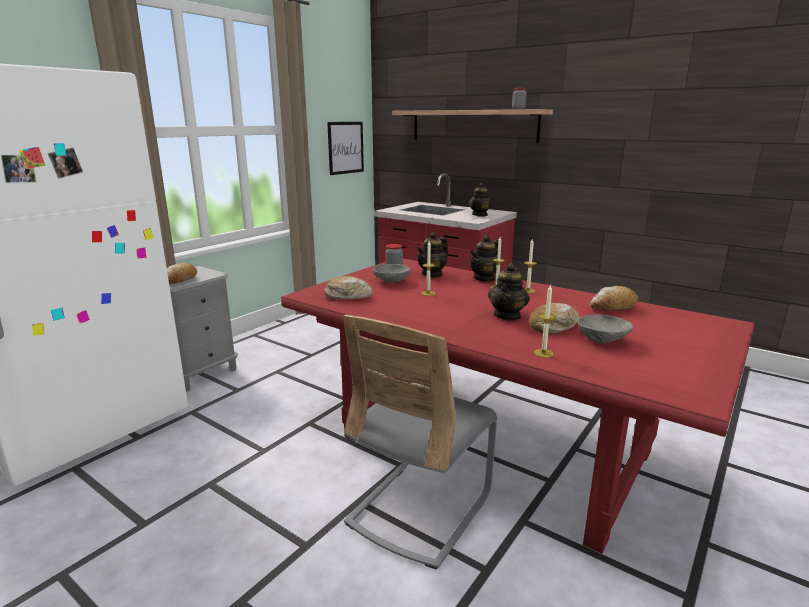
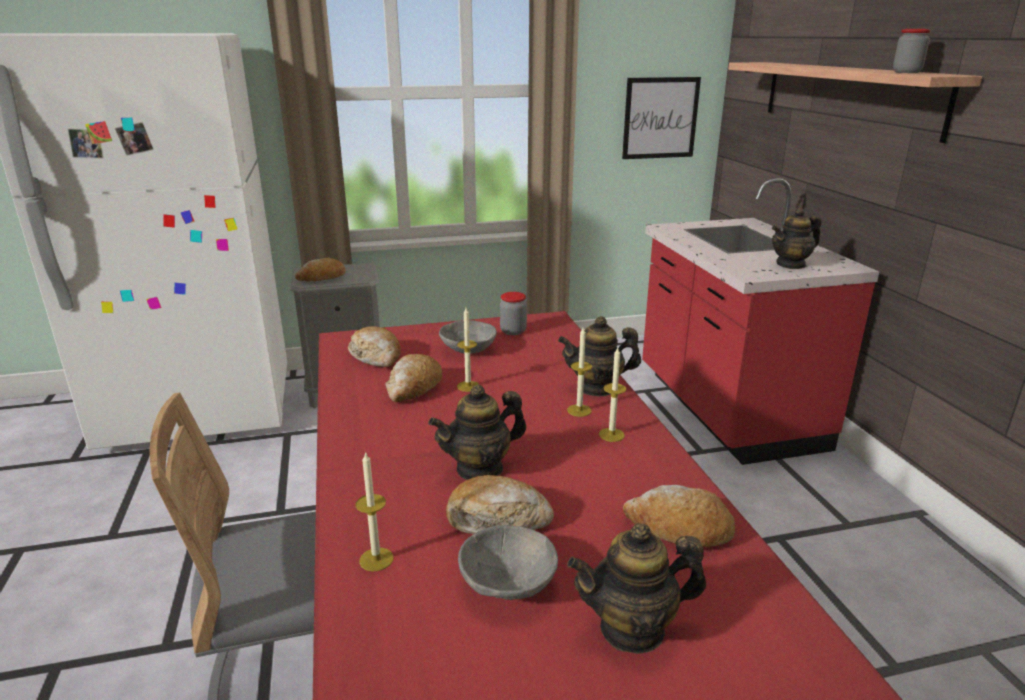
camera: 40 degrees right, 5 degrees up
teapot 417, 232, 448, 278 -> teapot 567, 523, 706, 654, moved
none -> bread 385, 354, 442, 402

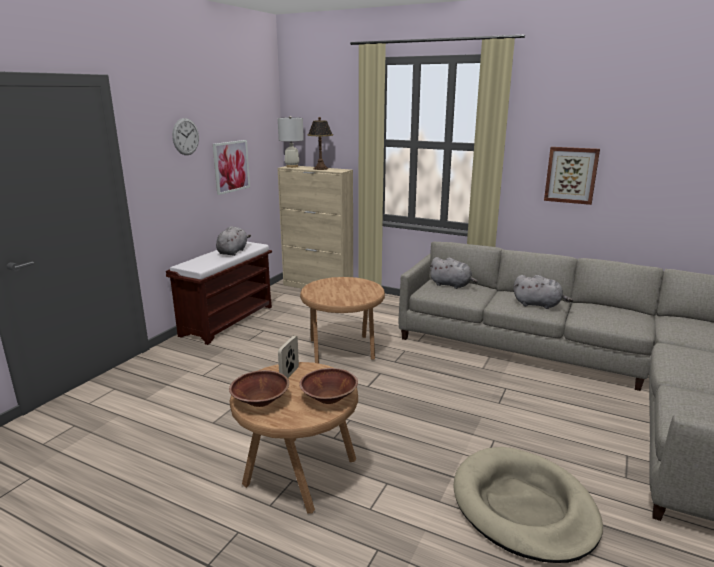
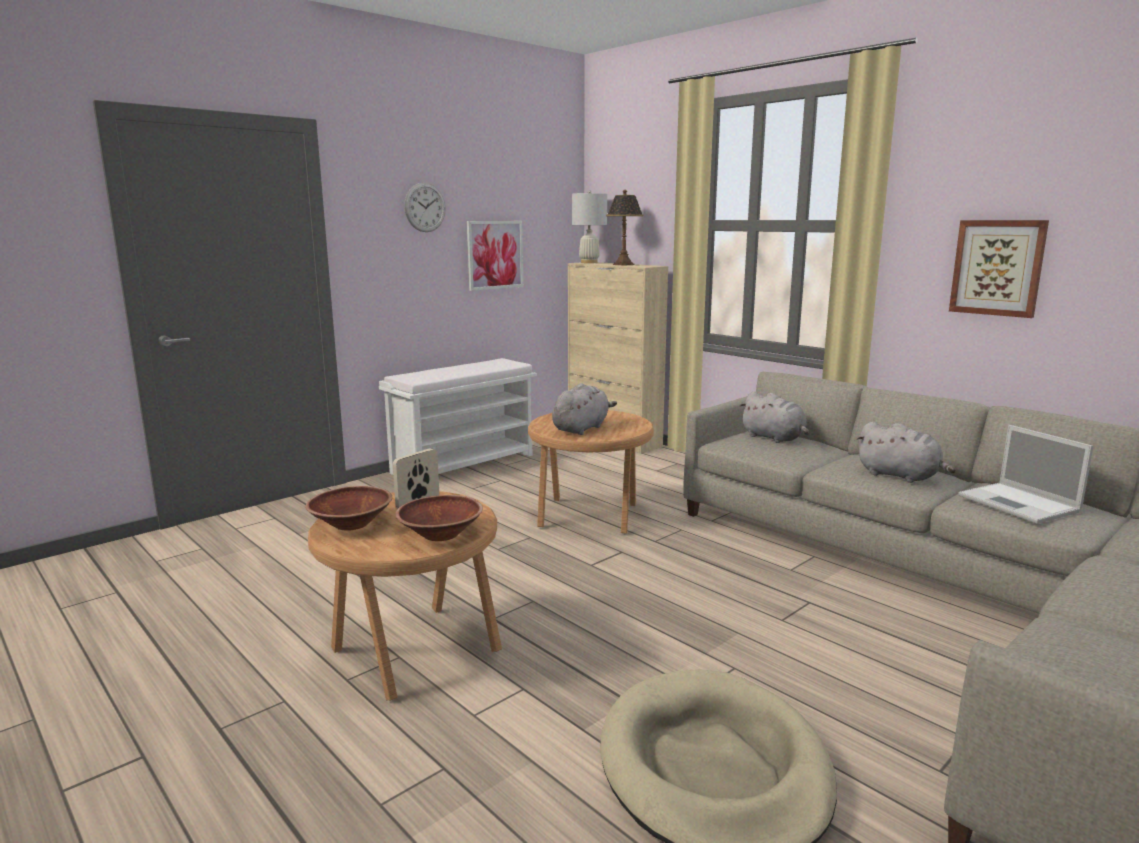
camera: 20 degrees right, 5 degrees down
indoor bench (brown-coloured) 166, 242, 272, 345 -> indoor bench (white-coloured) 379, 358, 537, 475
plush toy (grey) 216, 226, 251, 256 -> plush toy (grey) 552, 383, 617, 435, moved
none -> portable computer 958, 425, 1094, 524

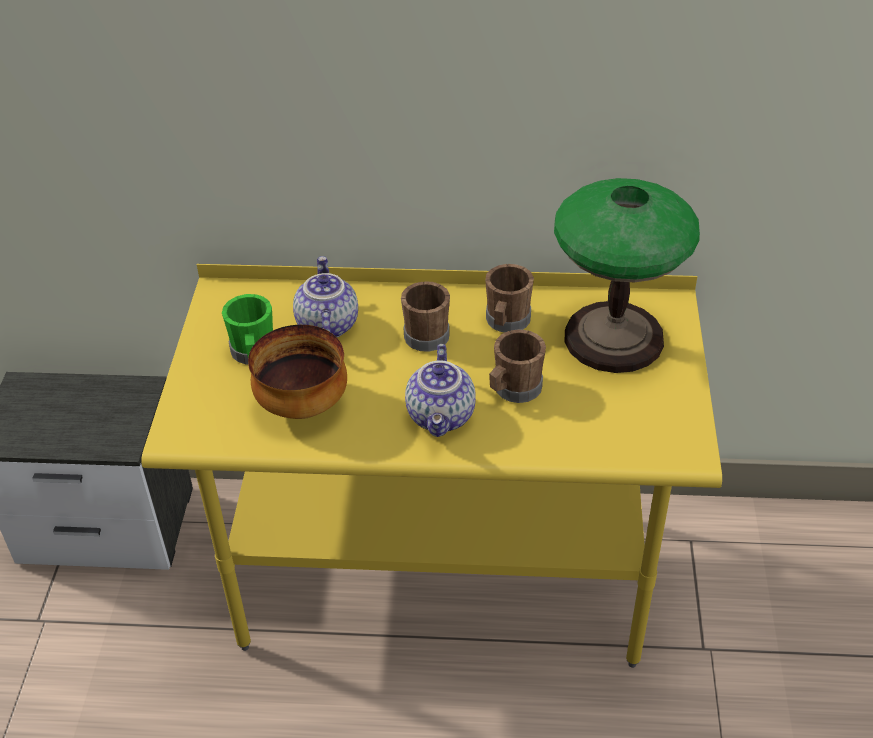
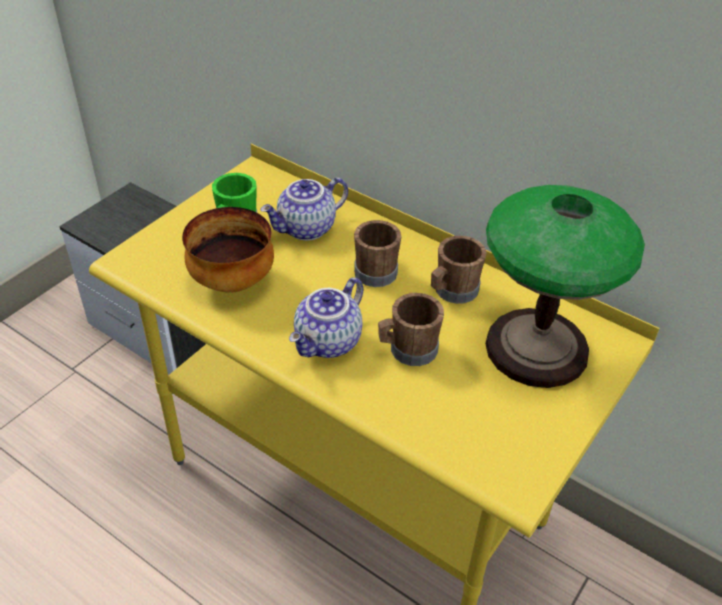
camera: 30 degrees right, 0 degrees up
teapot 293, 256, 358, 337 -> teapot 260, 177, 348, 241, 150 degrees counterclockwise

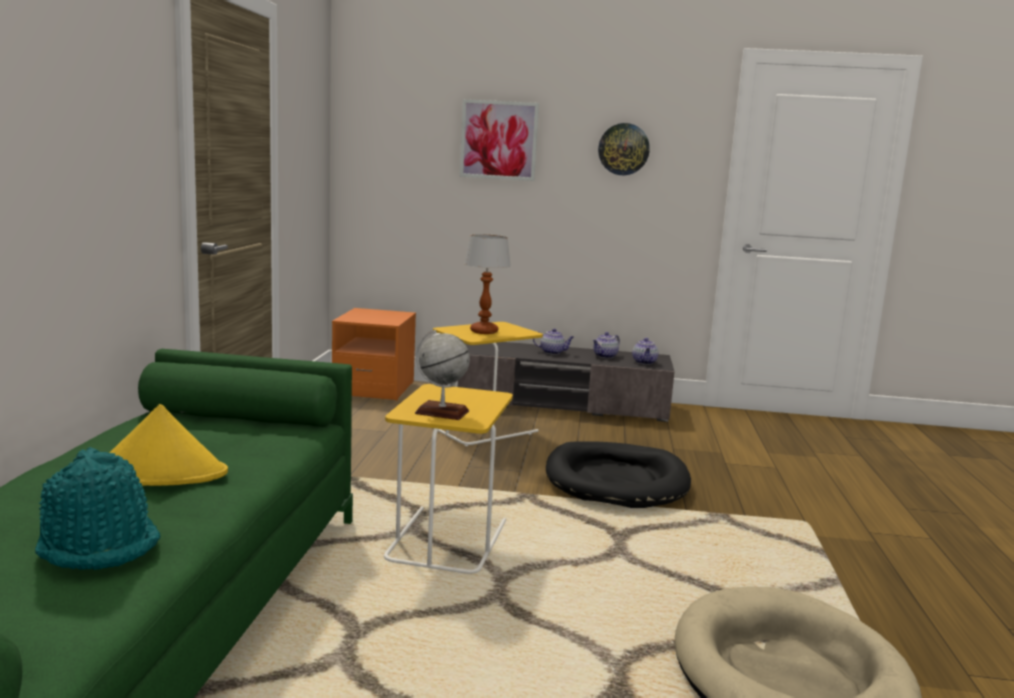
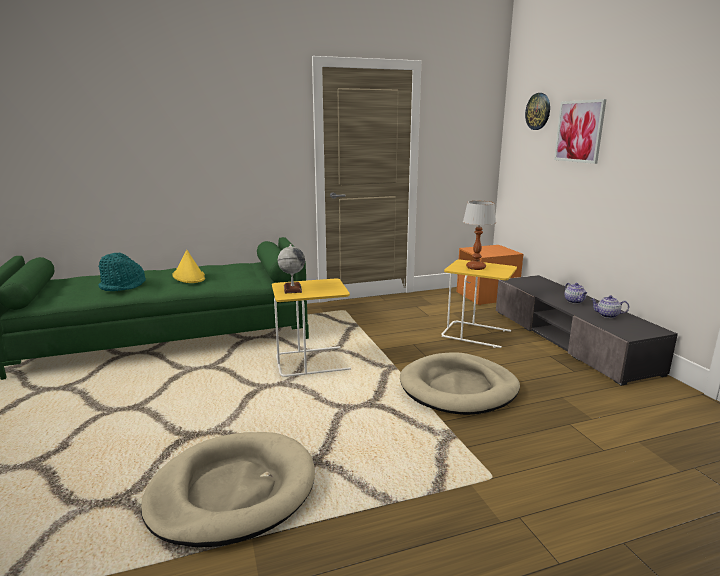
camera: 65 degrees right, 5 degrees up
dog bed (black) 546, 441, 691, 508 -> dog bed (sand-coloured) 400, 352, 520, 415
hanging clock 598, 123, 650, 175 -> hanging clock 525, 93, 550, 130, moved
teapot 632, 338, 659, 365 -> none

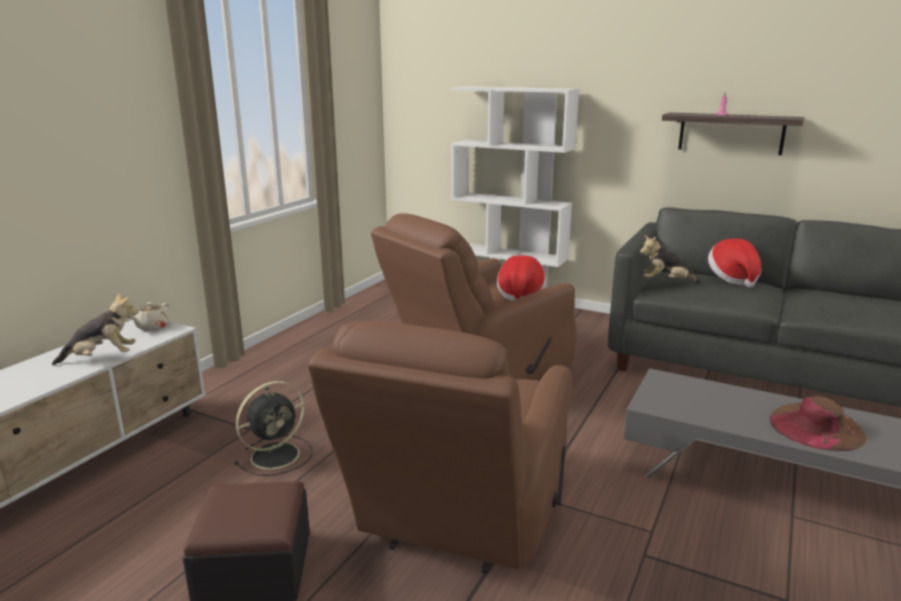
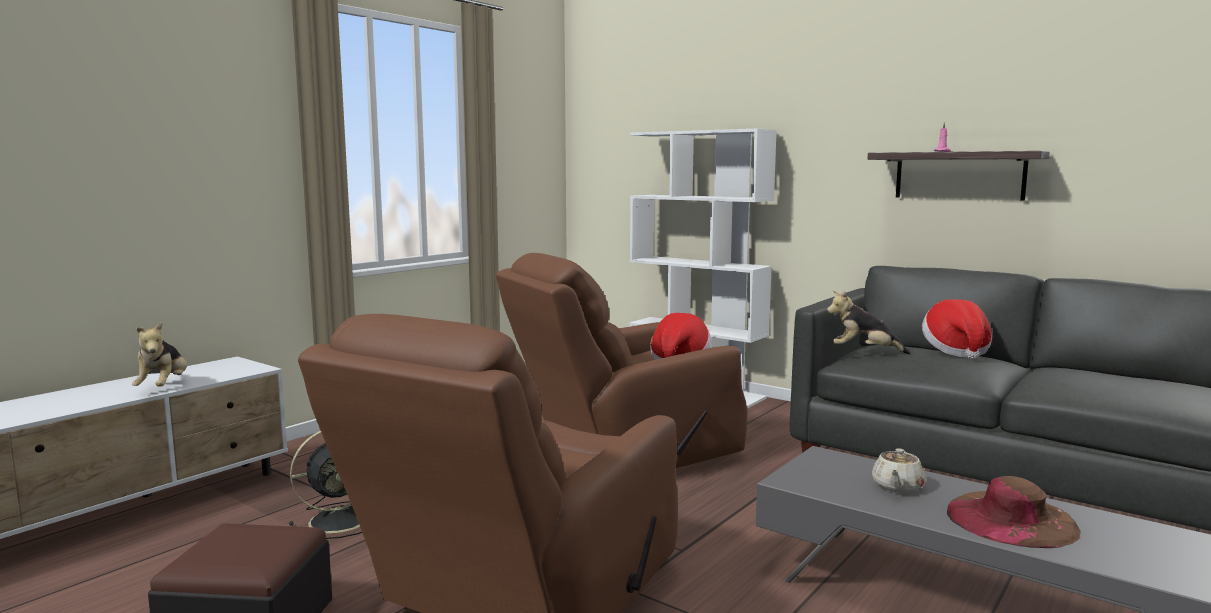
camera: 10 degrees right, 10 degrees down
plush toy 52, 292, 139, 365 -> plush toy 132, 322, 187, 386, 90 degrees clockwise
teapot (sand-coloured) 131, 302, 170, 331 -> teapot (sand-coloured) 872, 448, 925, 493, moved

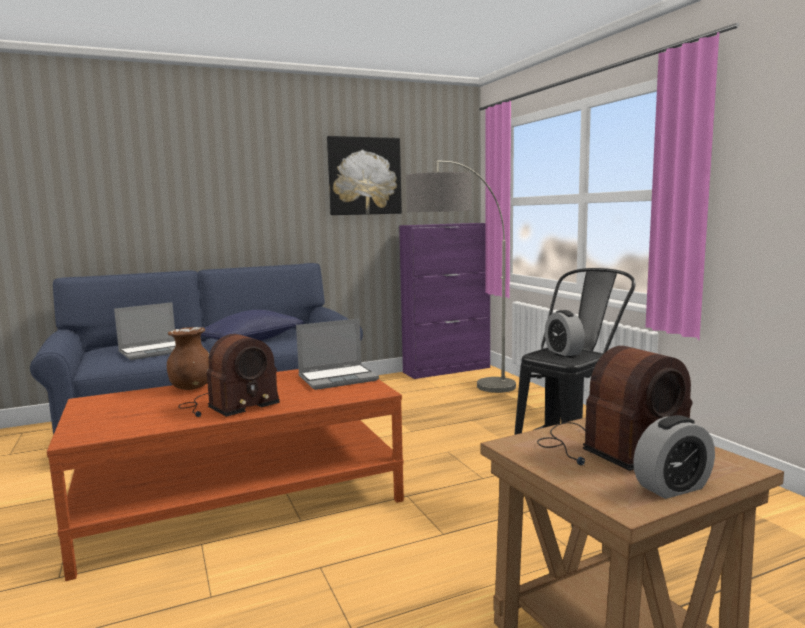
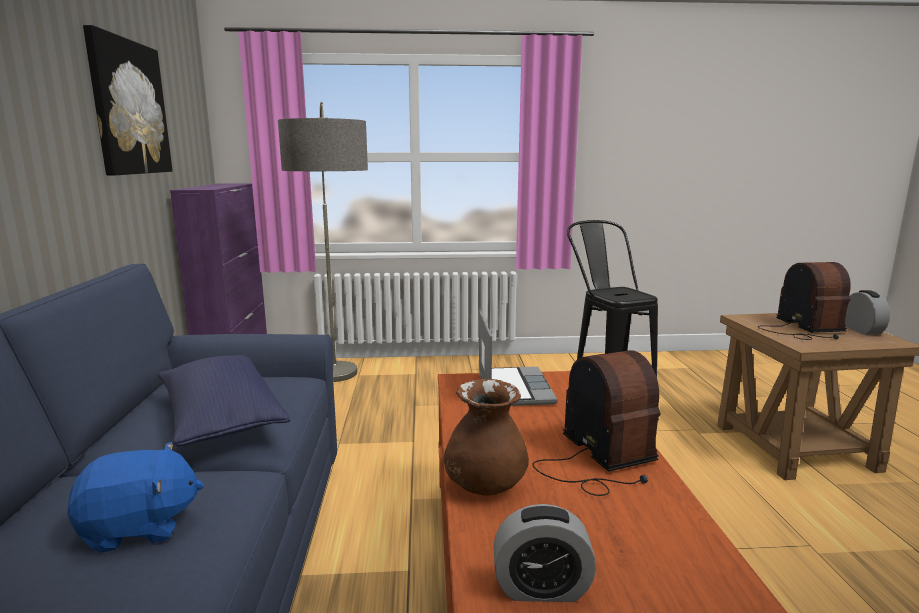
camera: 70 degrees left, 5 degrees up
portable computer 114, 302, 176, 360 -> plush toy (blue-coloured) 67, 442, 204, 553
bedside clock 545, 310, 585, 356 -> bedside clock 494, 504, 596, 602, moved

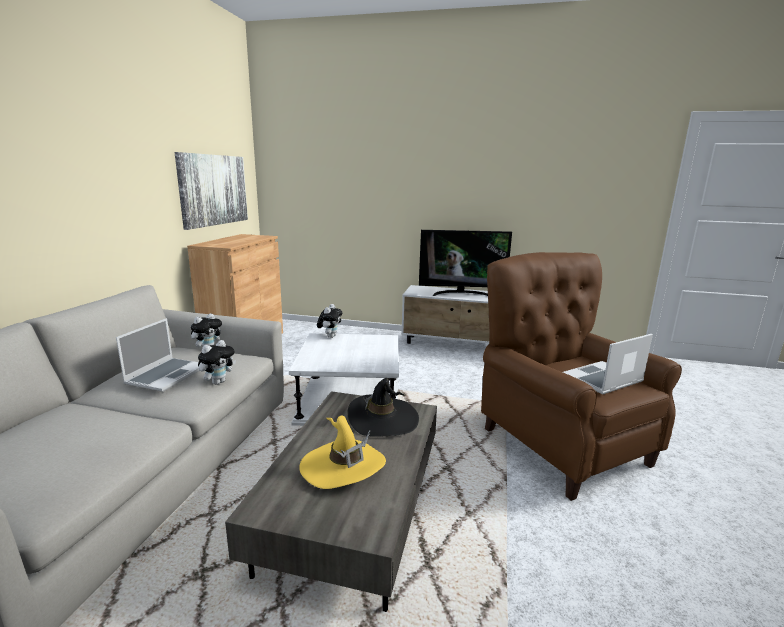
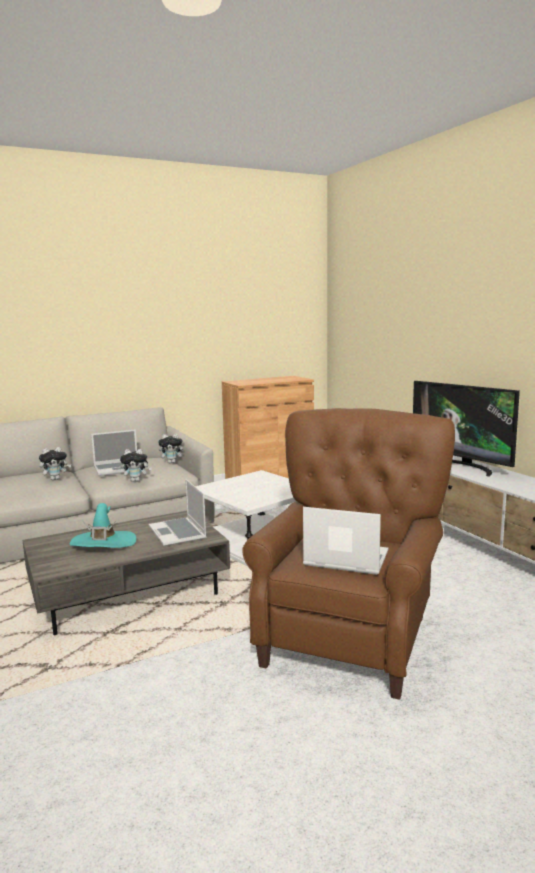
camera: 50 degrees right, 5 degrees down
wall art 174, 152, 248, 230 -> none
hat (yellow) 299, 416, 386, 489 -> hat (turquoise-coloured) 70, 503, 136, 548
plush toy 317, 304, 342, 338 -> plush toy 39, 447, 71, 480, moved
hat (black) 347, 378, 419, 437 -> portable computer 149, 479, 207, 546

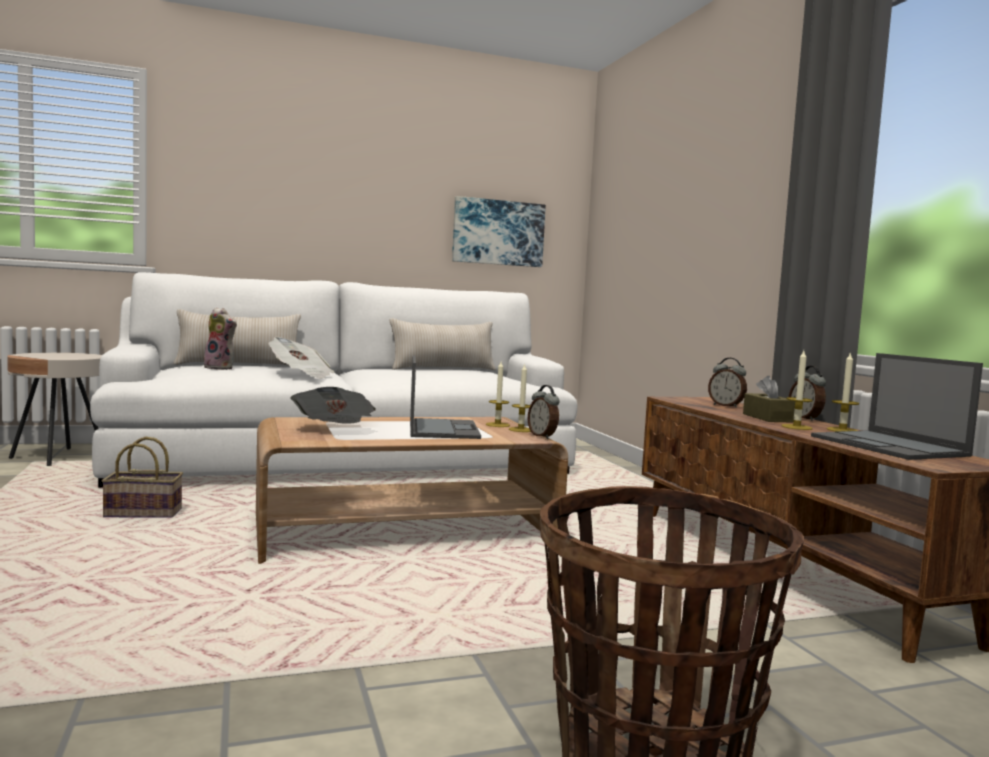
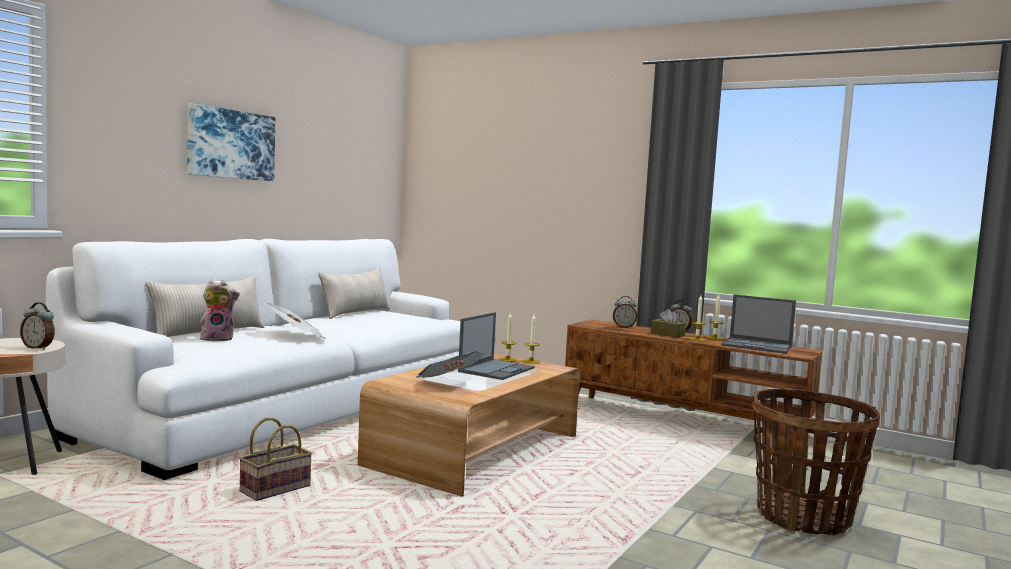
camera: 40 degrees left, 0 degrees up
portable computer 410, 356, 481, 439 -> portable computer 458, 312, 535, 380, 75 degrees clockwise
wall art 452, 196, 546, 267 -> wall art 187, 103, 275, 181, moved
bedside clock 528, 385, 560, 439 -> bedside clock 20, 303, 55, 350, moved

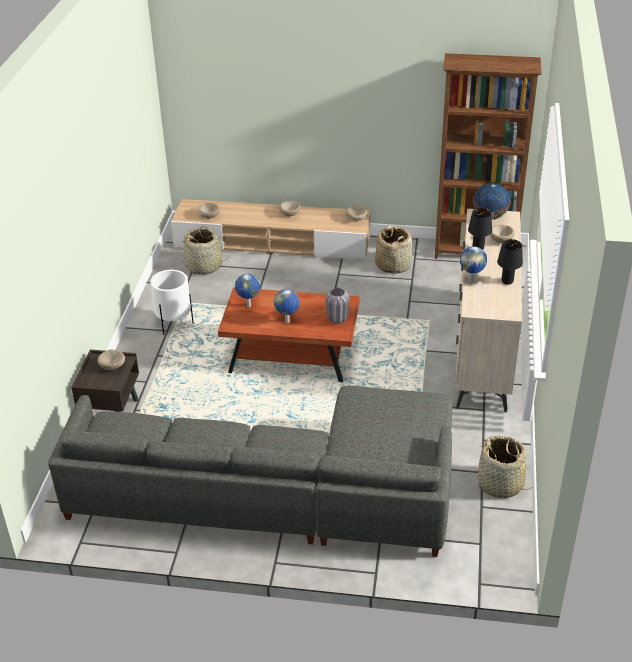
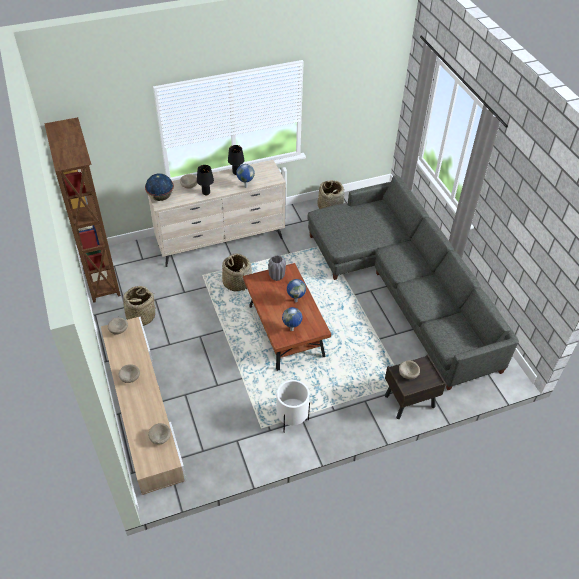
camera: 120 degrees left, 10 degrees up
household basket 181, 226, 228, 275 -> household basket 222, 253, 252, 291, moved

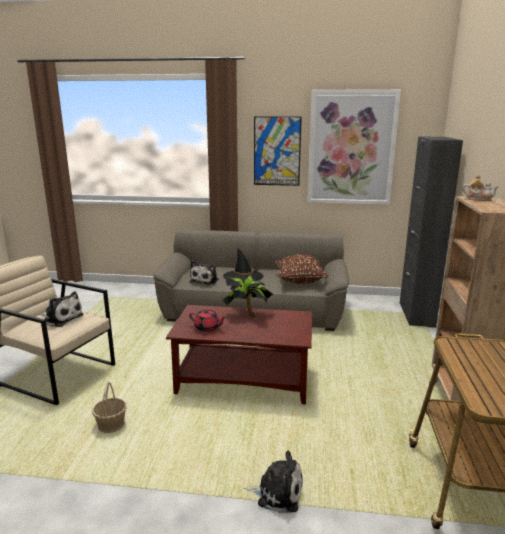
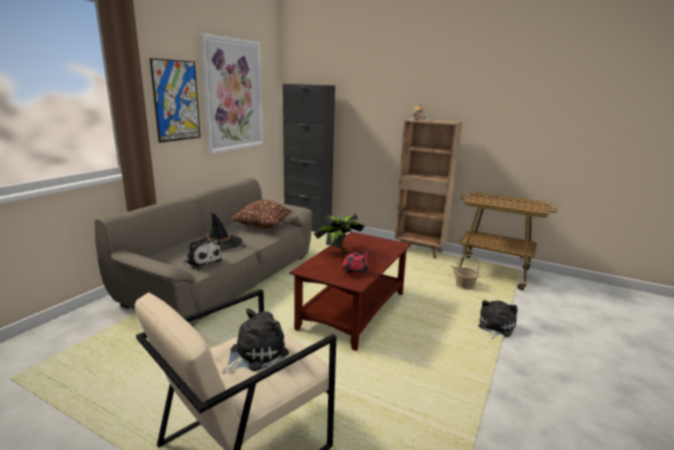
camera: 70 degrees left, 0 degrees up
household basket 92, 381, 127, 433 -> household basket 455, 255, 480, 290, moved

